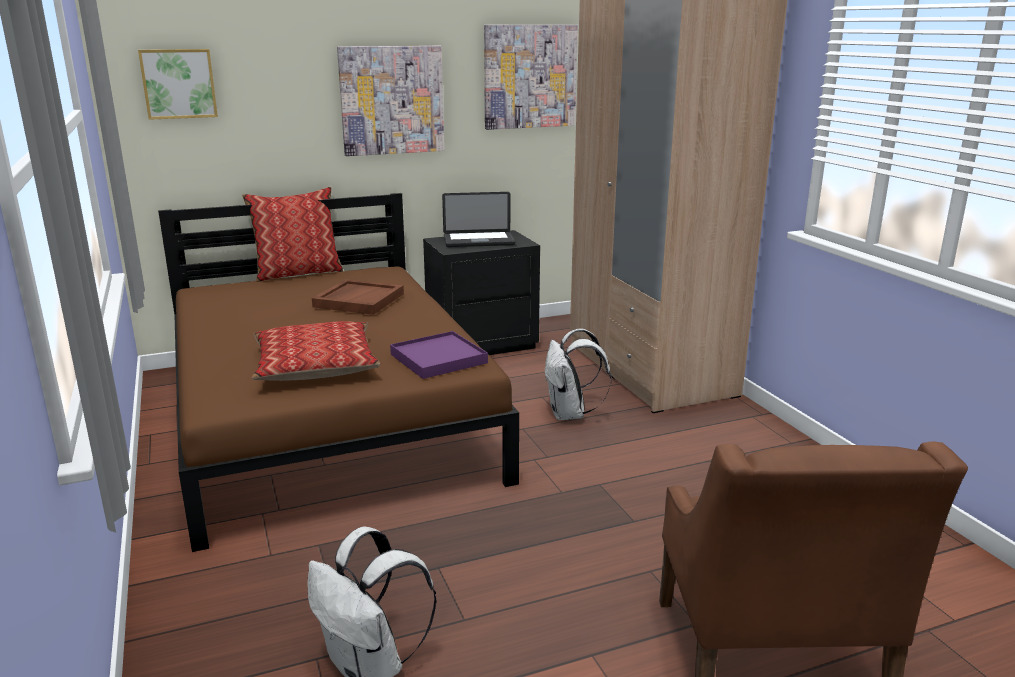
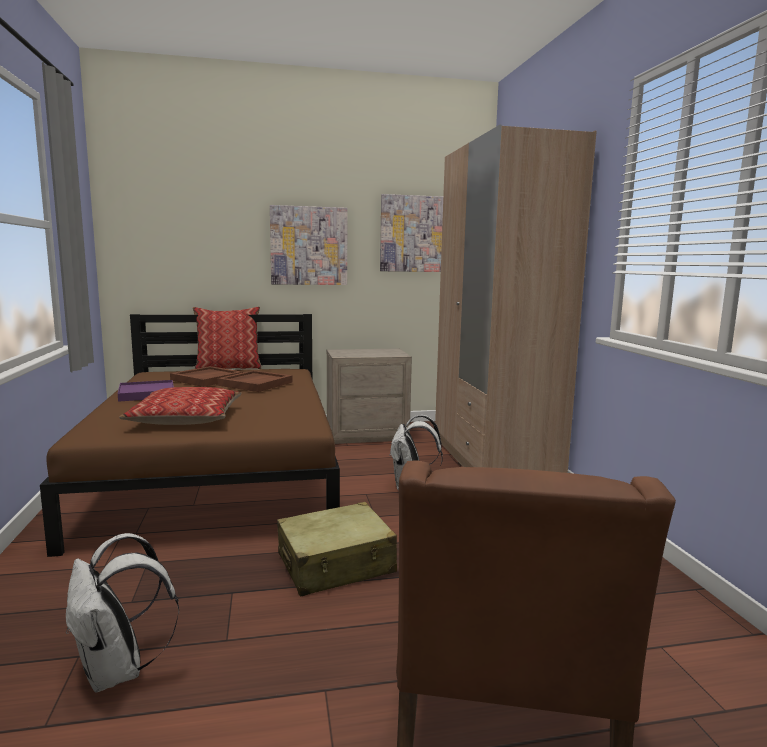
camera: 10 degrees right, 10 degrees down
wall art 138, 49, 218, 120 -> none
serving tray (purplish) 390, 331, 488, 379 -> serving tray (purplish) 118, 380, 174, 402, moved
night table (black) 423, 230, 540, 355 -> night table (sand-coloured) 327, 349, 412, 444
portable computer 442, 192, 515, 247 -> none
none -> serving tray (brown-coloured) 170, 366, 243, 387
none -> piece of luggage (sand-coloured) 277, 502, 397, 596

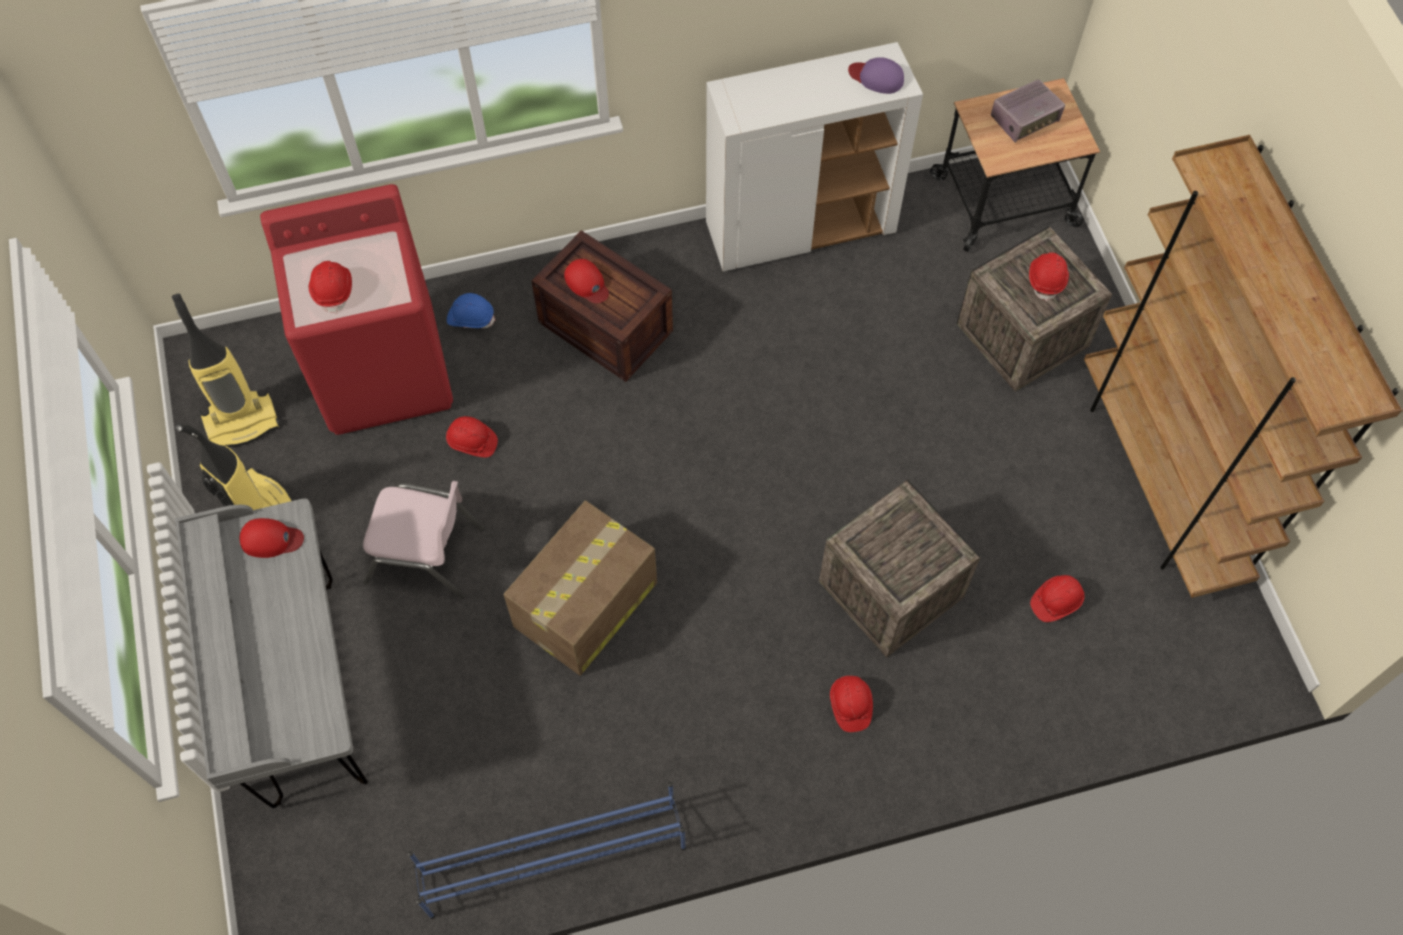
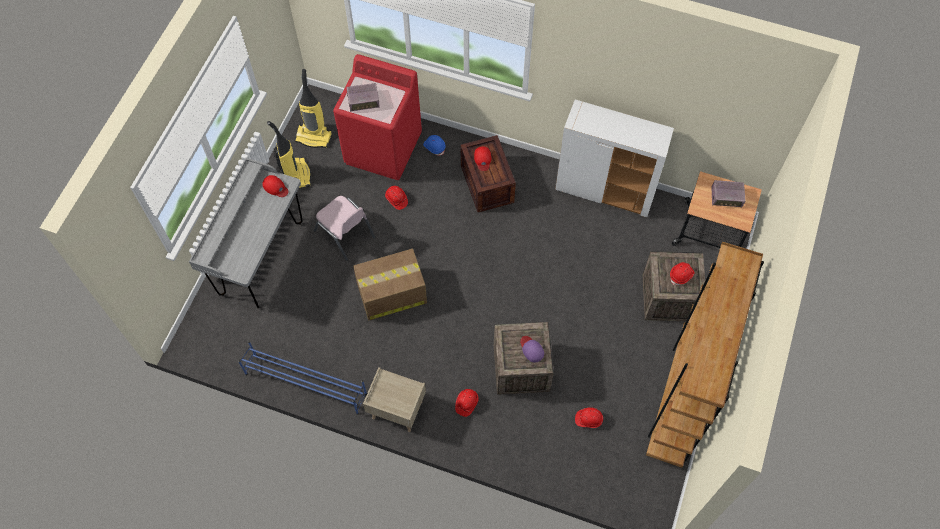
camera: 35 degrees right, 0 degrees up
work helmet (reddish) 309, 261, 352, 314 -> radio set 347, 83, 380, 112
baseball cap (purplish) 848, 57, 904, 94 -> baseball cap (purplish) 520, 336, 544, 363, moved
none -> night table (sand-coloured) 363, 367, 426, 432

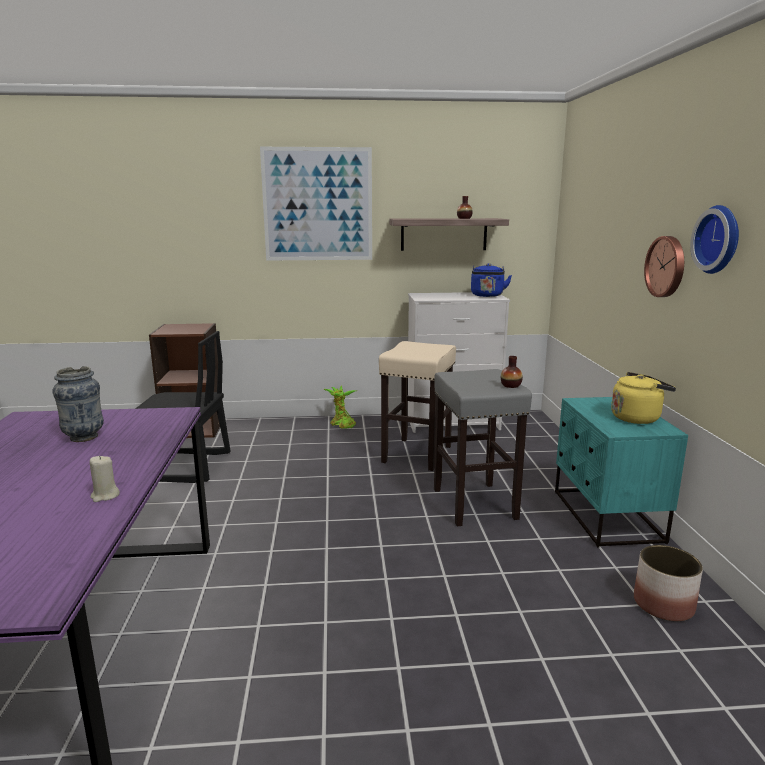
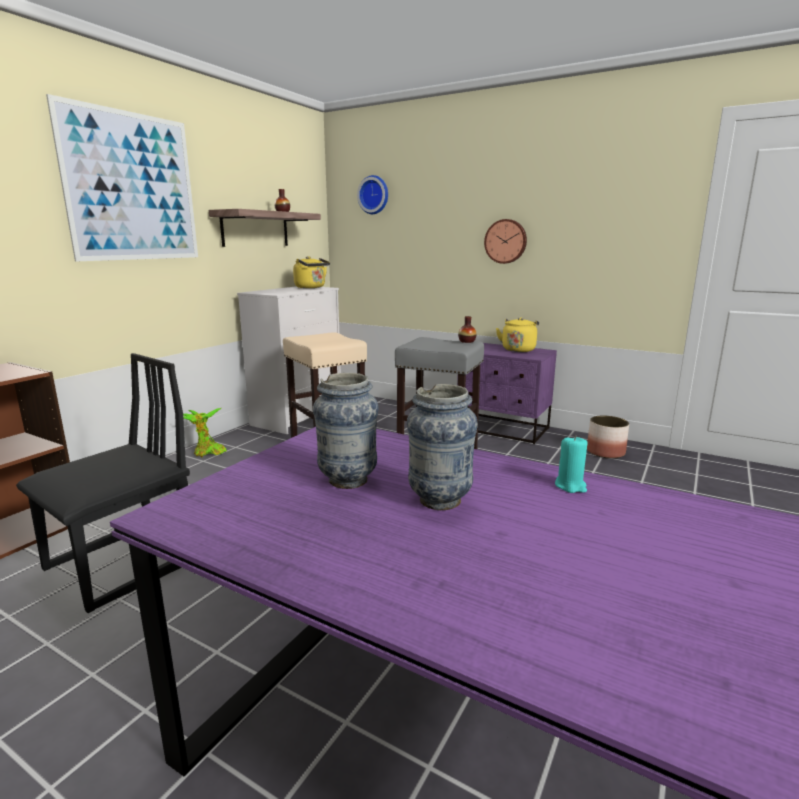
camera: 55 degrees left, 0 degrees up
candle (sand-coloured) 90, 455, 120, 502 -> candle (turquoise-coloured) 555, 435, 588, 493
water kettle (blue-coloured) 471, 263, 512, 297 -> water kettle (yellow) 293, 256, 330, 288
night table (turquoise-coloured) 555, 397, 688, 548 -> night table (purplish) 457, 343, 557, 444
hanging clock 690, 205, 739, 274 -> hanging clock 357, 175, 388, 214, moved
none -> decorative vase 407, 384, 478, 510

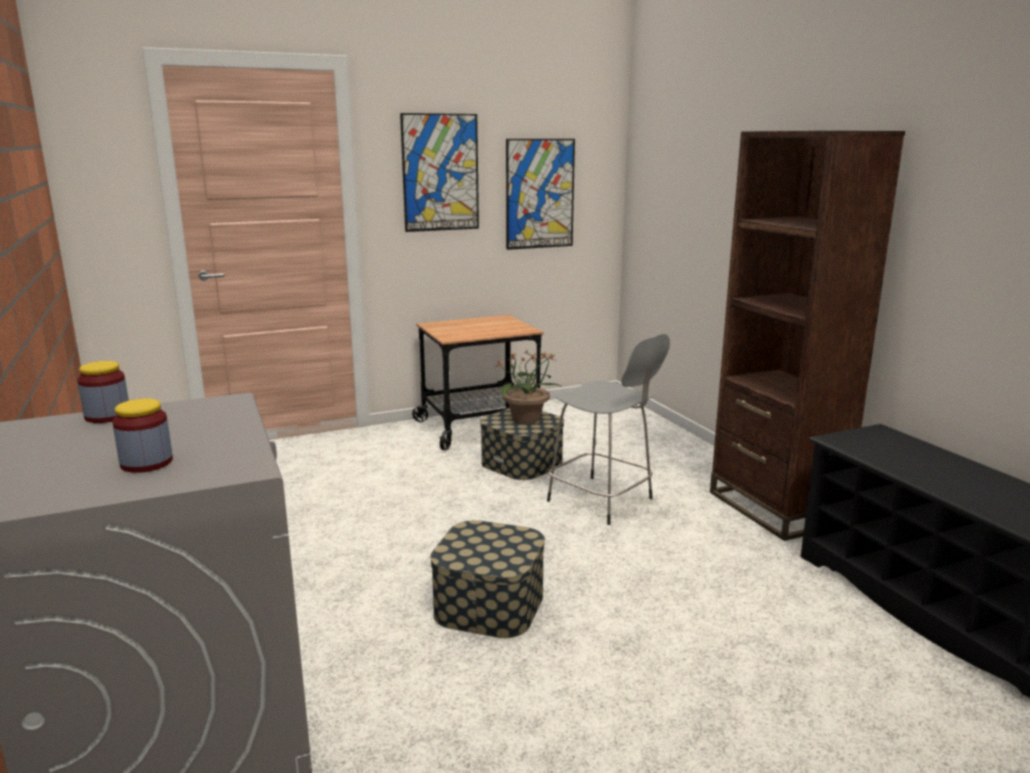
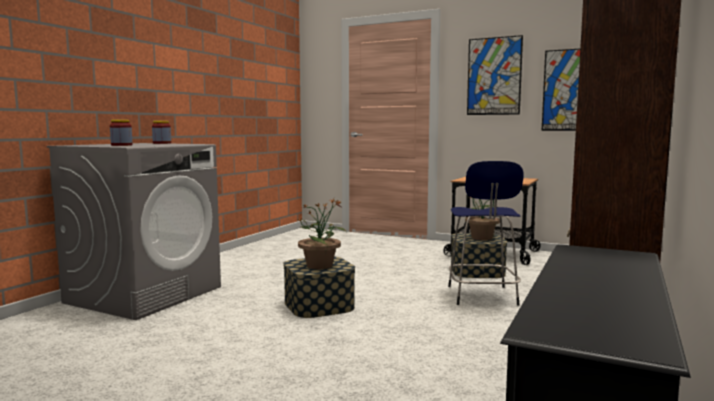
camera: 50 degrees right, 10 degrees down
stool seat (grey) 547, 334, 670, 525 -> stool seat (blue-coloured) 448, 161, 524, 306
none -> houseplant 298, 199, 346, 269

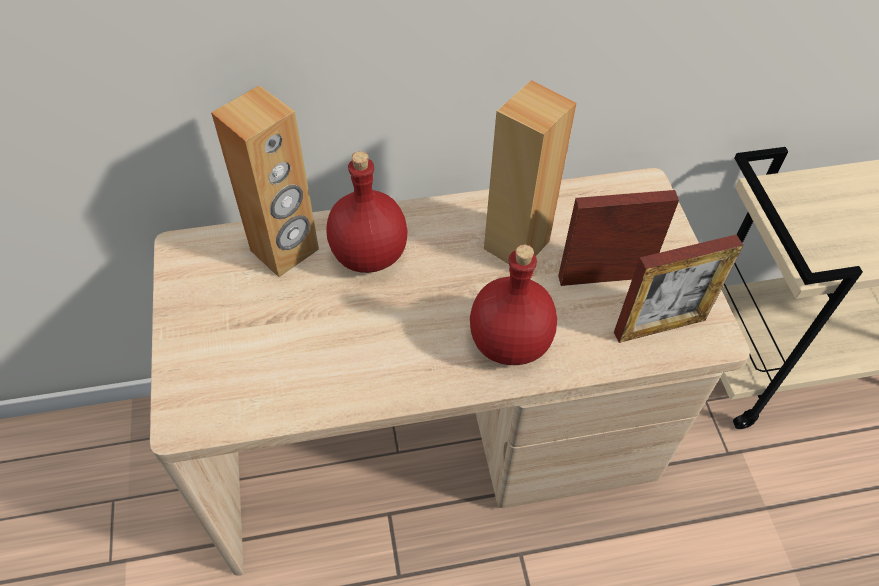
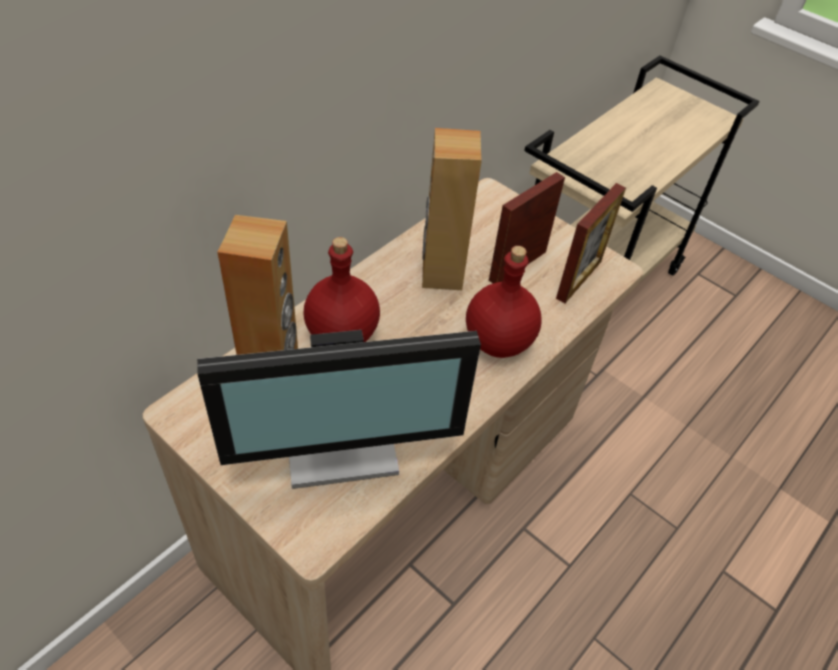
camera: 40 degrees left, 5 degrees down
none -> computer display 197, 330, 481, 489

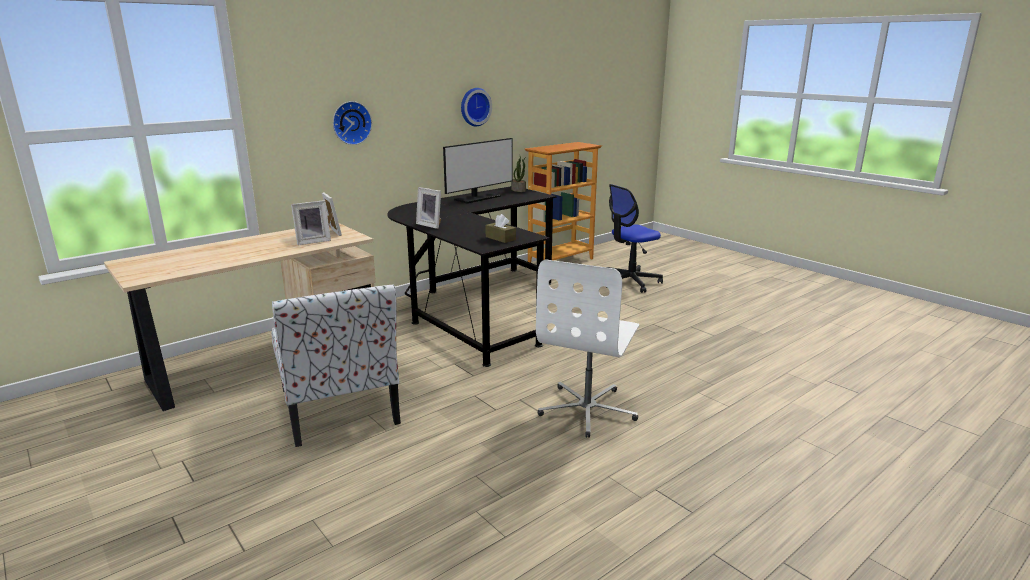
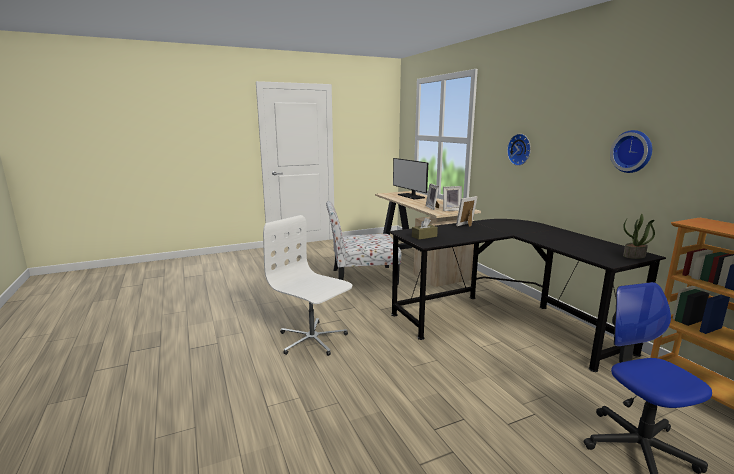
camera: 105 degrees right, 5 degrees down
computer display 443, 138, 513, 204 -> computer display 393, 158, 428, 199, moved

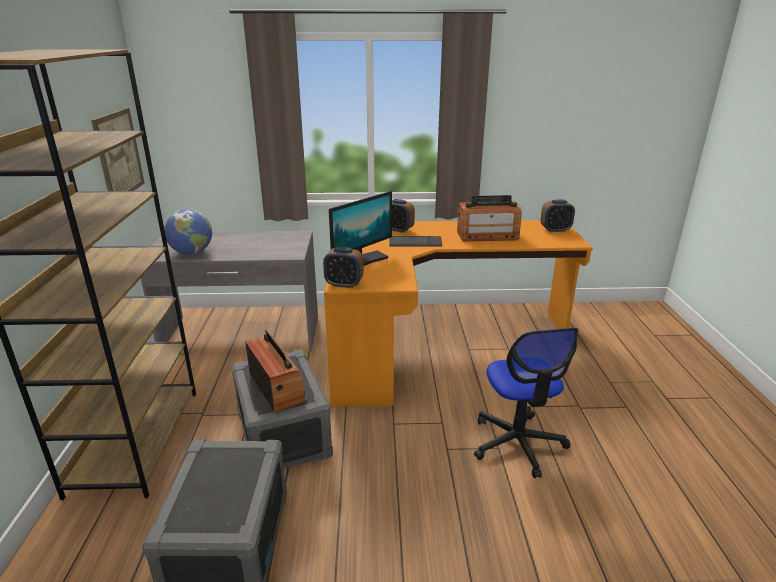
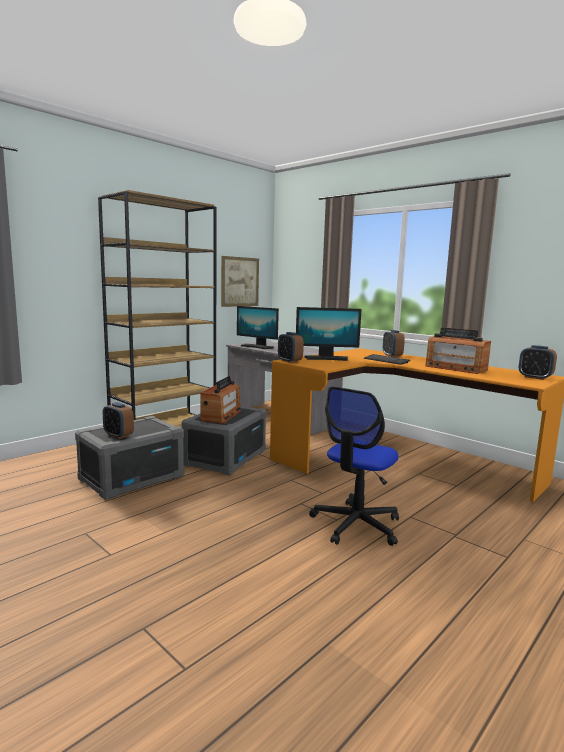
camera: 45 degrees right, 15 degrees down
desk globe 164, 209, 212, 255 -> computer display 237, 306, 279, 349
none -> bedside clock 103, 402, 134, 439

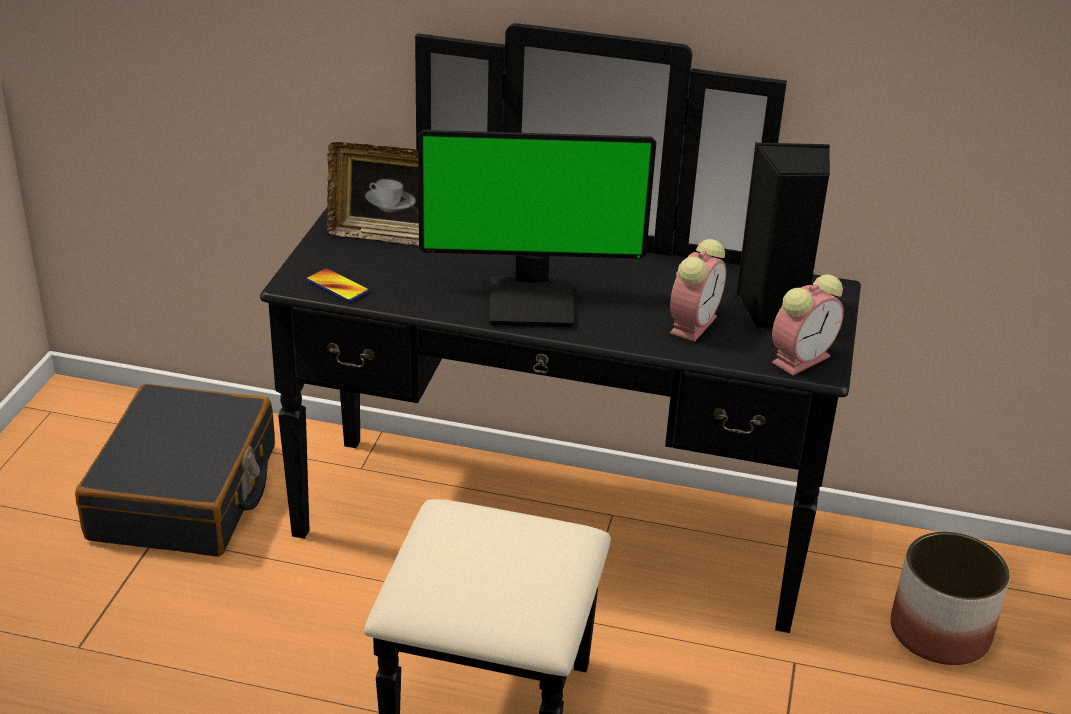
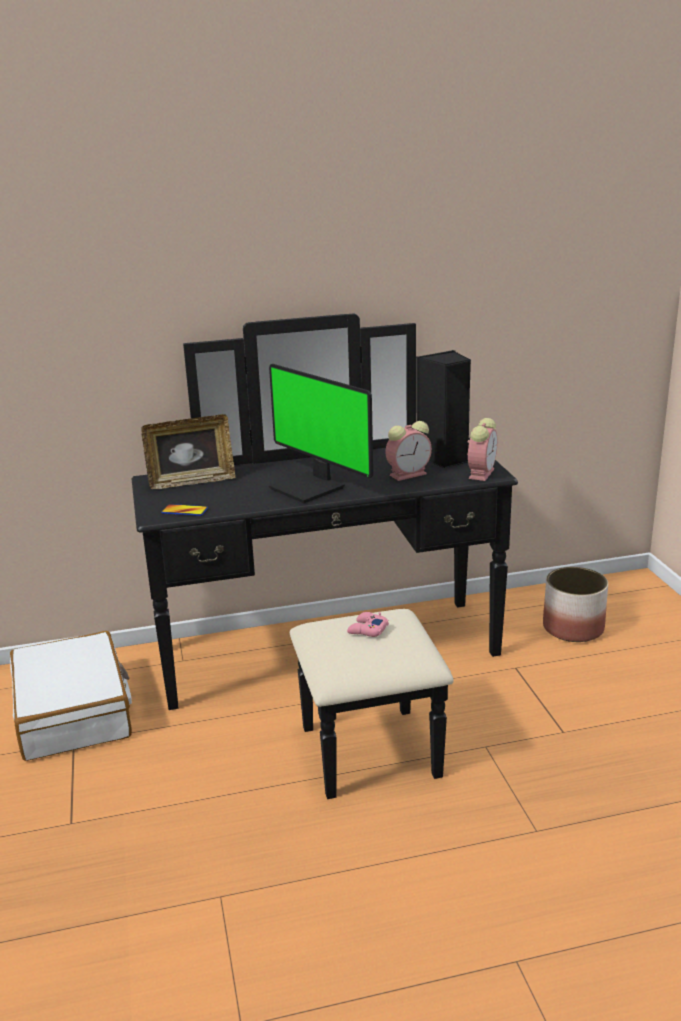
camera: 25 degrees left, 10 degrees down
piece of luggage (black) 75, 384, 275, 557 -> piece of luggage (white-coloured) 10, 631, 132, 761
computer display 418, 130, 656, 327 -> computer display 269, 364, 373, 503, 75 degrees clockwise
bedside clock 670, 239, 726, 342 -> bedside clock 385, 421, 432, 481, 60 degrees clockwise
none -> gamepad (pinkish) 347, 612, 389, 637

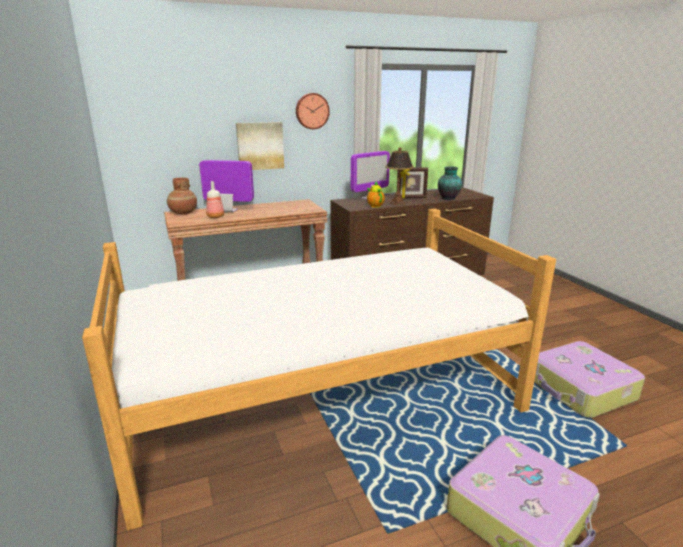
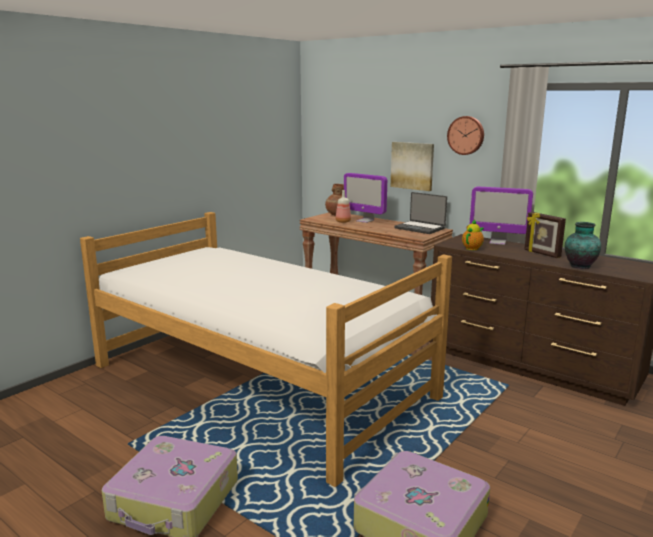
camera: 60 degrees right, 5 degrees down
computer display 199, 160, 254, 212 -> computer display 344, 173, 387, 223, 150 degrees clockwise
table lamp 385, 147, 414, 205 -> none
none -> portable computer 394, 192, 447, 234

